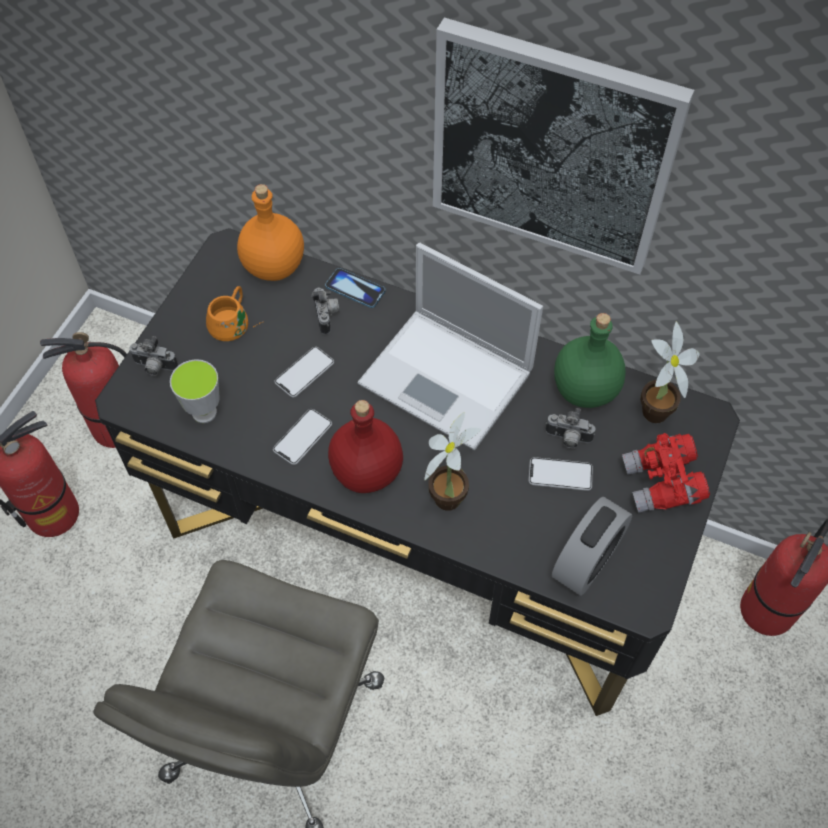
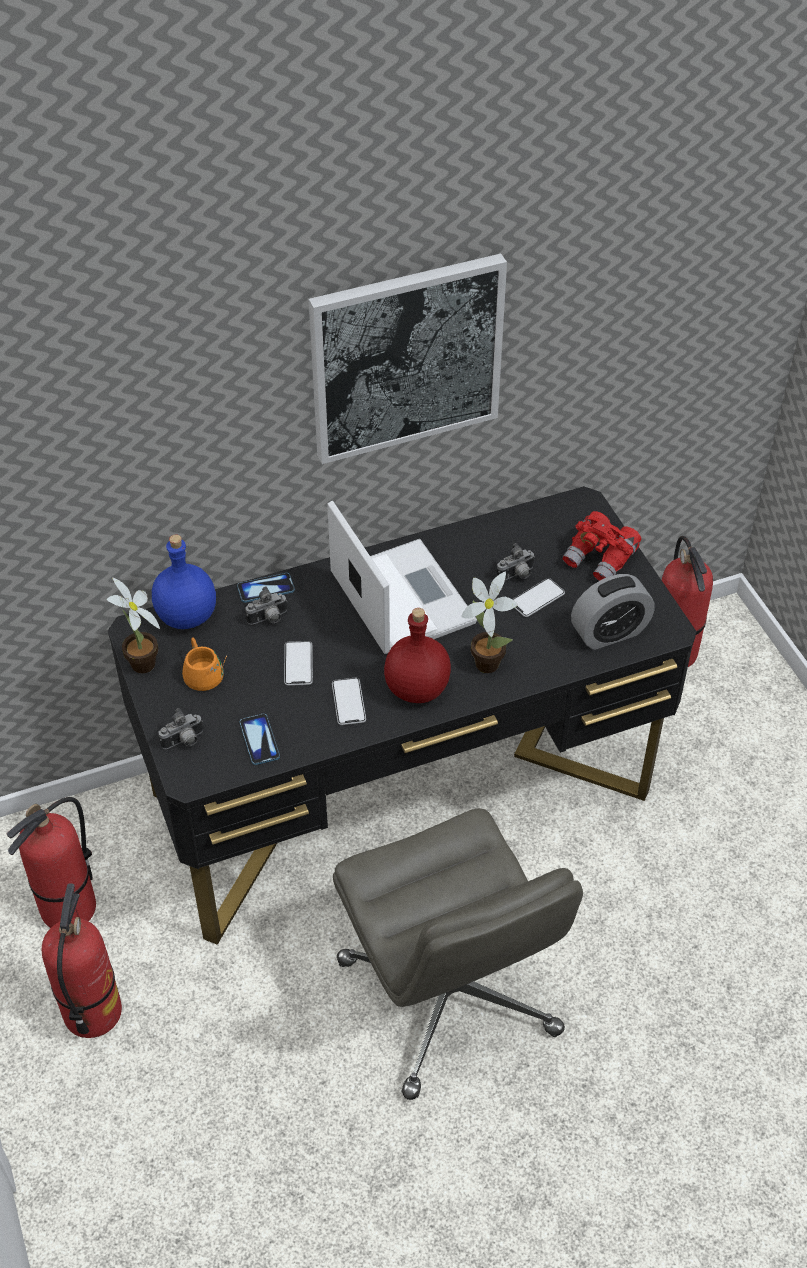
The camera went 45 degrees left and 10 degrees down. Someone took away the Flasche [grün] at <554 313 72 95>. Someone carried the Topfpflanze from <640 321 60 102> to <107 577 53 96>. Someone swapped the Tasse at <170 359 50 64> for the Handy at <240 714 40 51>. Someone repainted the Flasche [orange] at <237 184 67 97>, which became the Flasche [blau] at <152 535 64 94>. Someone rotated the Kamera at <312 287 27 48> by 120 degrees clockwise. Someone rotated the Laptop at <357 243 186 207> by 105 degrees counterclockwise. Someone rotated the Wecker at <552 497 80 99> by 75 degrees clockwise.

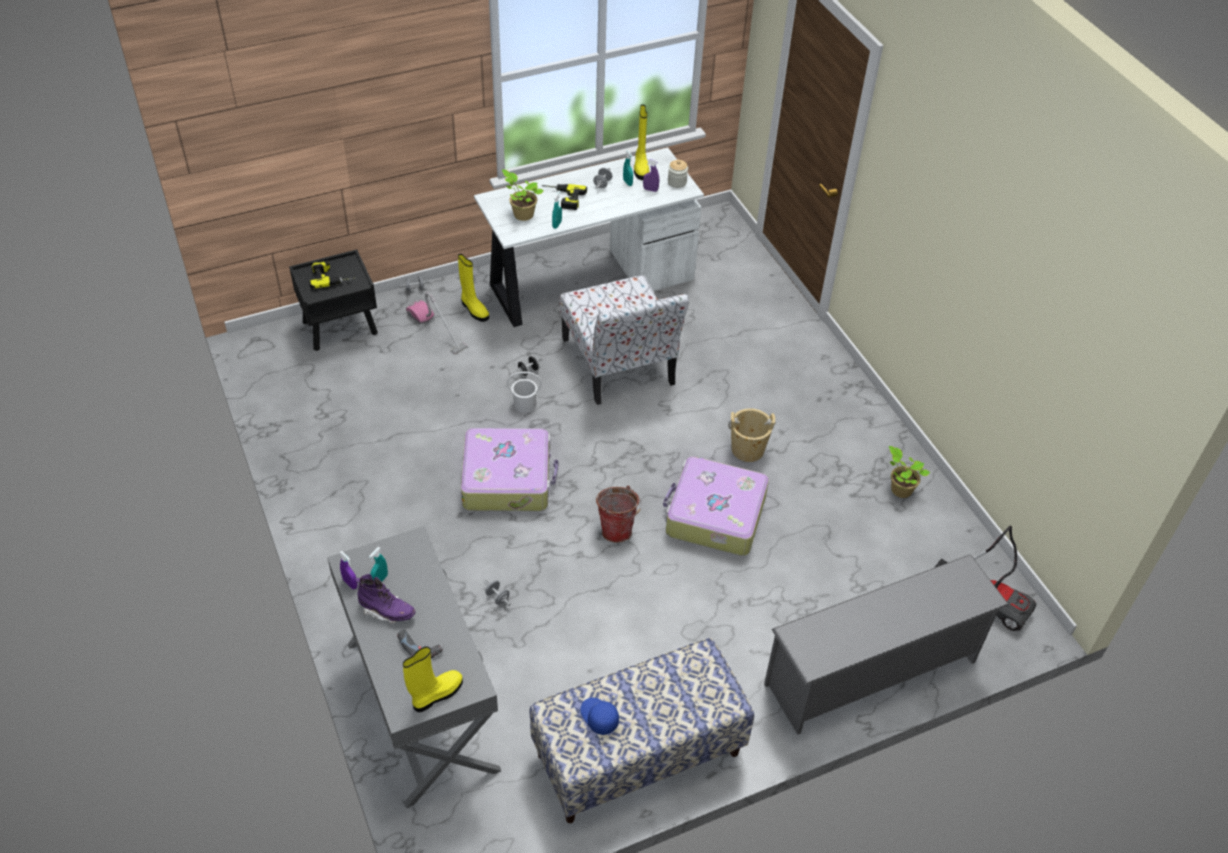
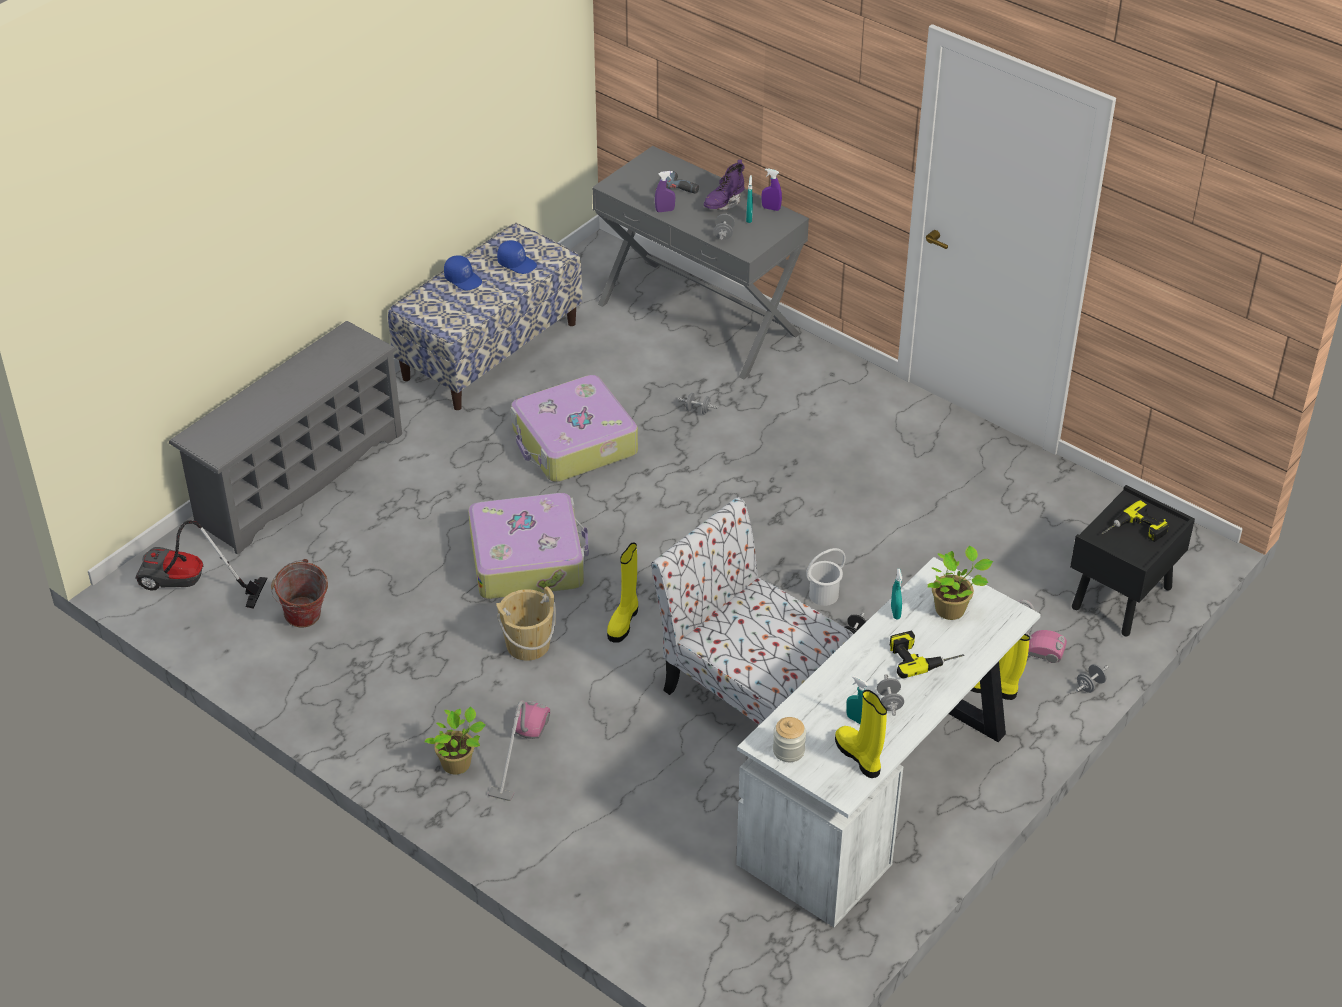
The camera went 155 degrees right and 5 degrees down. Someone put down the Kappe [blau] at <444 255 38 36>. Someone put down the Staubsauger at <488 700 62 101>. Someone put down the Hantel [grau] at <714 213 21 27>. Someone carried the Stiefel [gelb] from <403 646 60 66> to <607 542 31 101>. Someone carried the Koffer from <461 428 97 83> to <511 375 127 107>. Someone carried the Eimer from <596 485 46 58> to <271 559 57 68>. Someone carried the Sprühflasche [lila] from <643 158 16 34> to <655 171 20 41>. Someone carried the Topfpflanze from <889 446 41 52> to <424 706 62 69>. Someone rotated the Stiefel [lila] at <355 574 61 50> by 45 degrees counterclockwise.

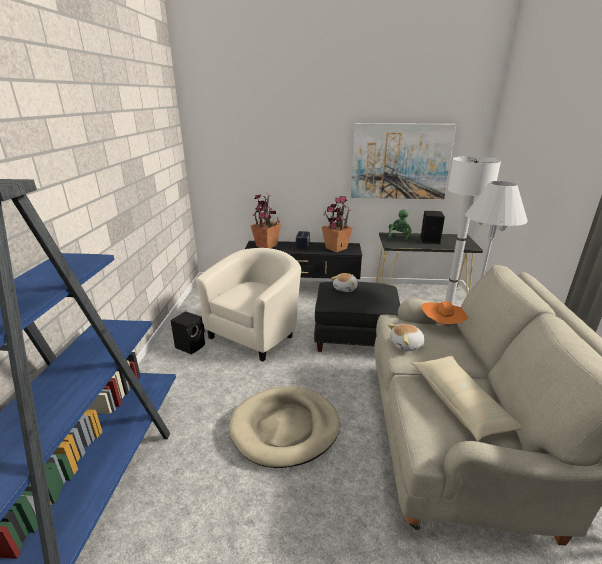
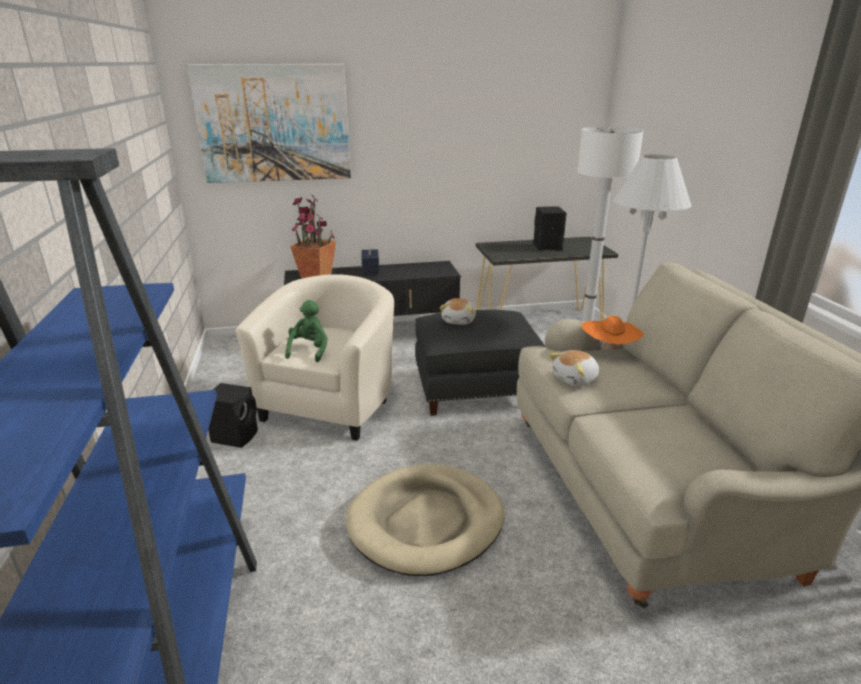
The camera went 15 degrees left and 0 degrees up. Someone took away the Topfpflanze at <322 196 31 56>. Someone took away the Kissen [beige] at <411 356 110 85>. Someone carried the Bild from <351 123 105 76> to <187 64 164 119>. Someone carried the Plüschtier [grün] from <388 209 24 33> to <285 300 43 62>.

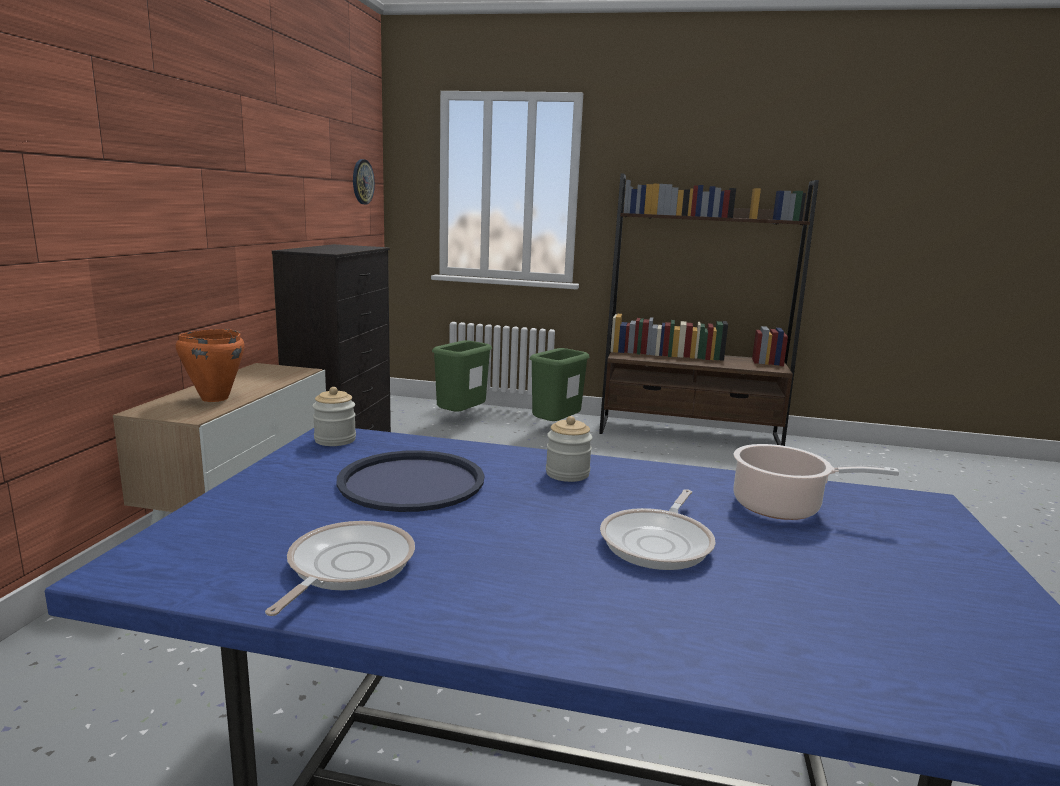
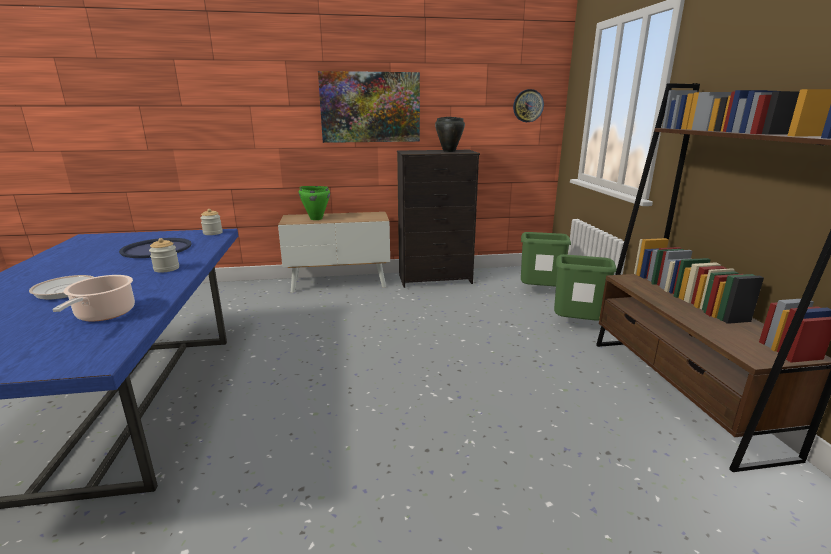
The camera went 70 degrees right and 5 degrees up. Someone took away the Pfanne at <265 521 150 95>. Someone put up the Bild at <318 71 102 72>. Someone put down the Kochtopf [schwarz] at <435 117 30 35>. Someone repainted the Kochtopf [orange] at <176 329 68 73>, which became the Kochtopf [grün] at <299 186 31 34>.

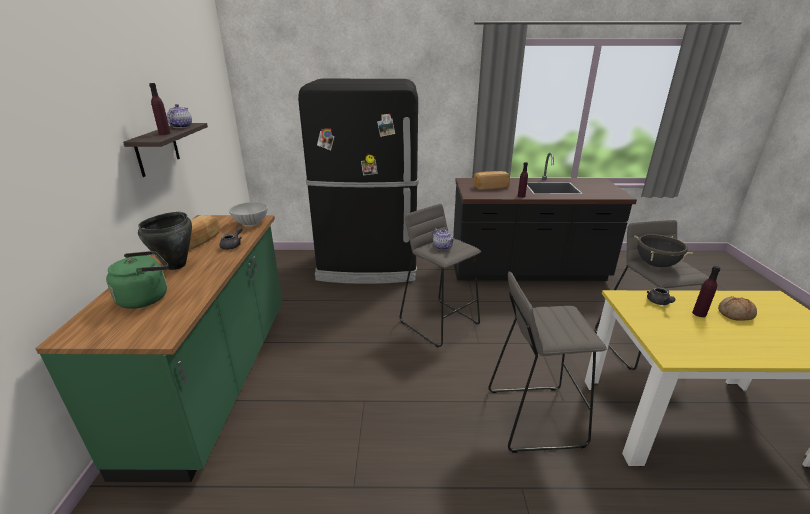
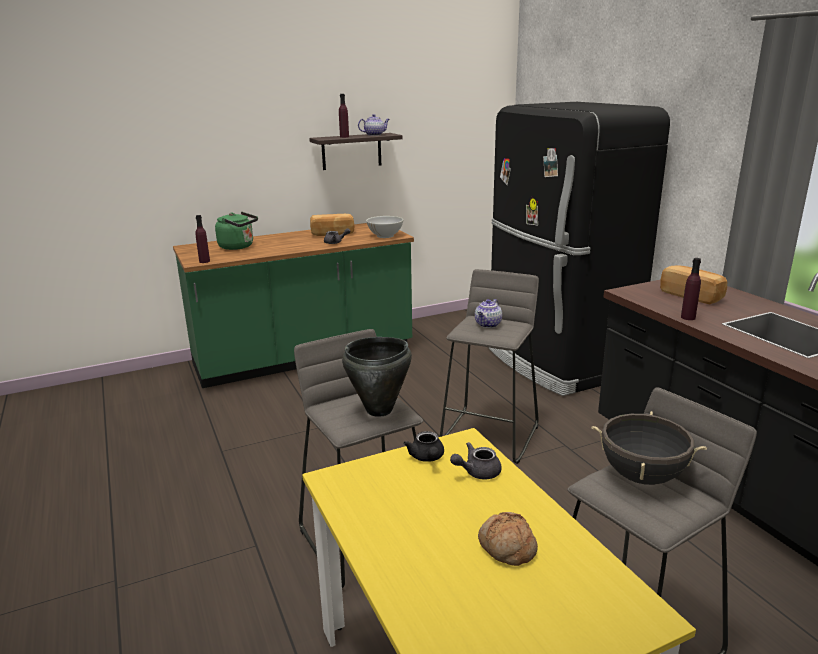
The camera went 65 degrees right and 5 degrees down. Someone put down the Teekanne [schwarz] at <403 431 41 31>. Someone carried the Kochtopf [schwarz] from <138 212 54 58> to <342 337 70 80>. Someone carried the Flasche [lila] from <692 266 29 51> to <196 215 14 48>.

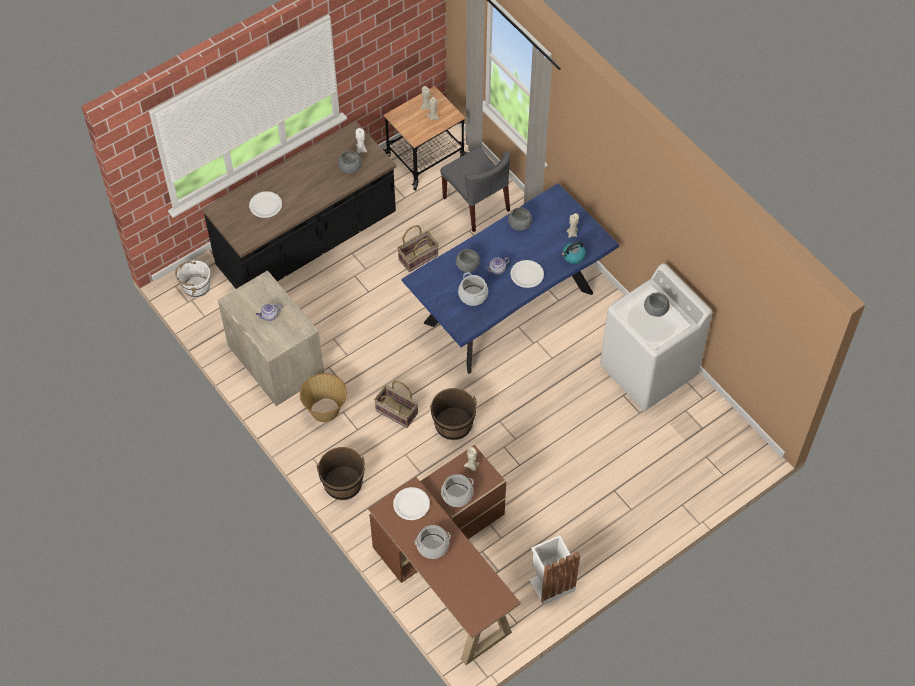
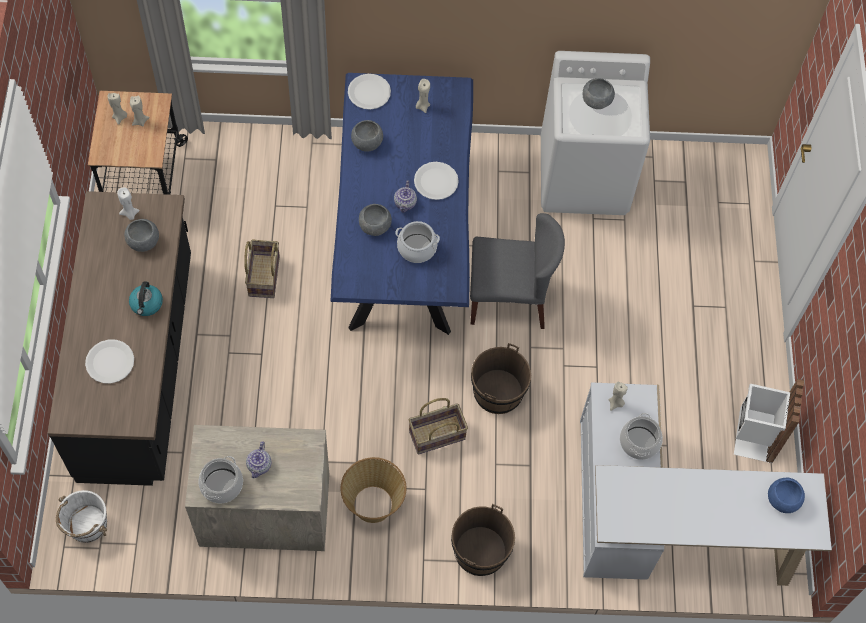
The camera went 55 degrees left and 5 degrees up. Someone put down the Schüssel [blau] at <768 478 37 35>. Someone carried the Teller [weiß] from <393 487 37 33> to <348 74 43 36>. Someone carried the Kochtopf from <415 525 36 34> to <199 456 44 47>. Someone carried the Stuhl [grau] from <440 147 70 85> to <470 213 95 116>. Someone carried the Wasserkessel from <561 241 25 23> to <129 281 34 35>. Someone repainted the Schreibtisch [braun] at <368 445 153 220>, which became the Schreibtisch [weiß] at <580 382 252 204>.

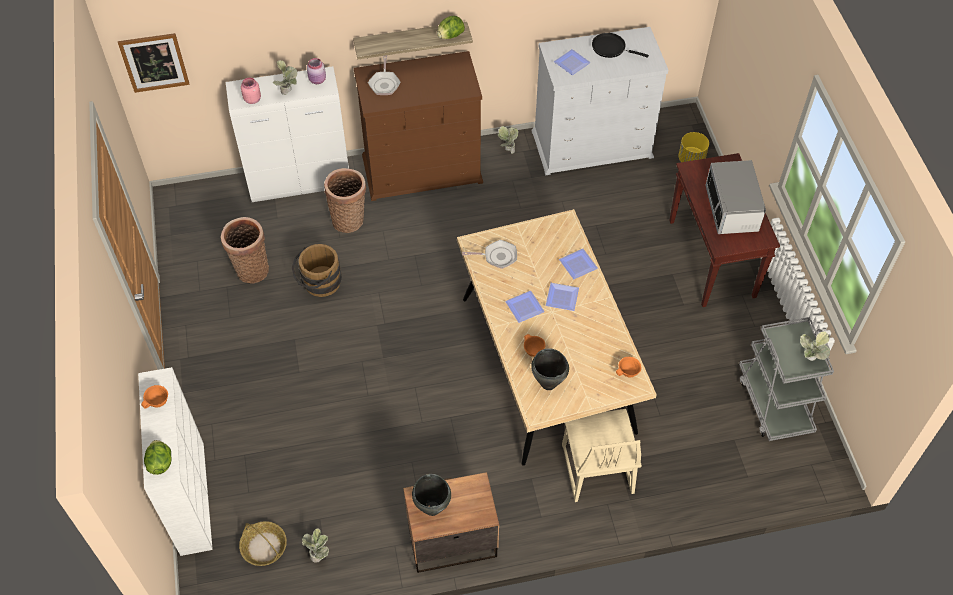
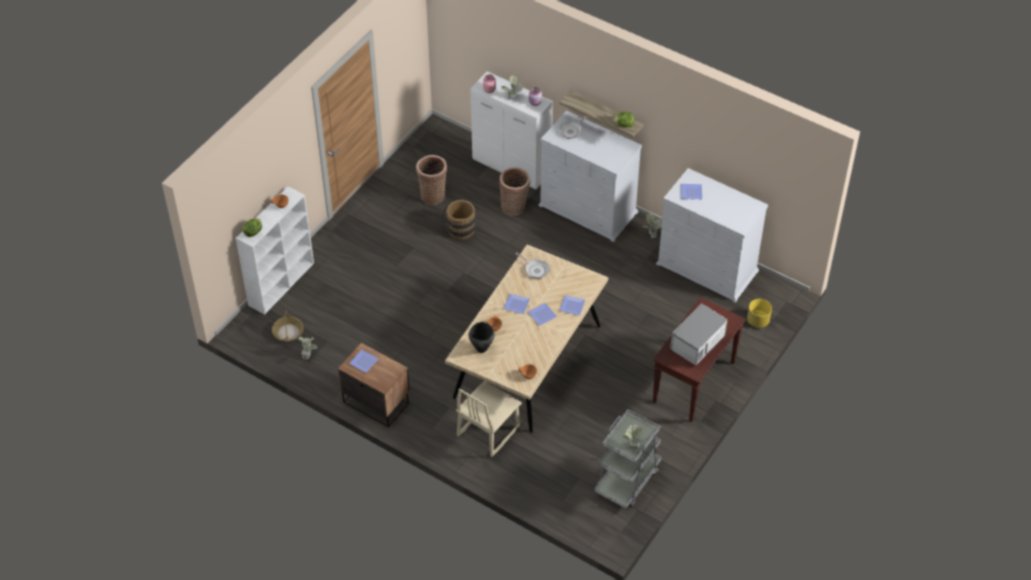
The camera went 45 degrees right and 5 degrees down. Someone took away the Bild at <118 33 72 60>. Someone took away the Pfanne [schwarz] at <592 33 57 25>. Someone swapped the Kochtopf [schwarz] at <412 474 39 42> for the Teller at <349 349 30 24>. Someone repainted the Kommode [braun] at <354 51 129 150>, which became the Kommode [weiß] at <538 110 104 132>.

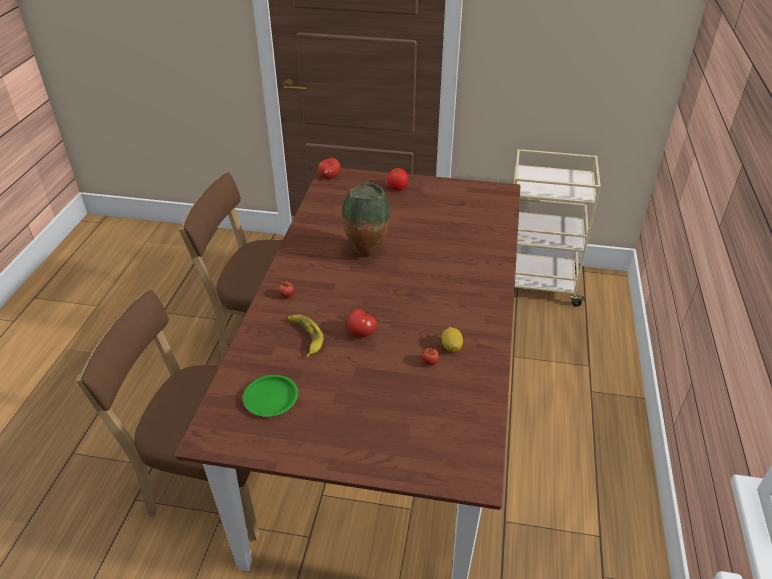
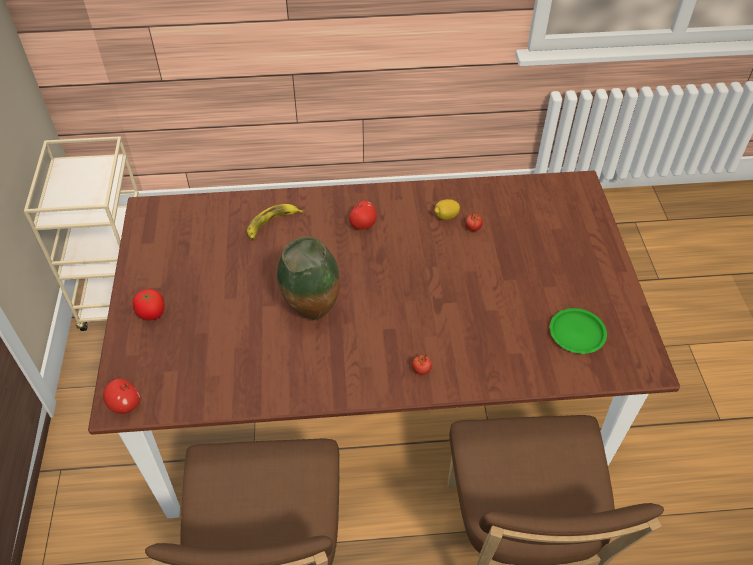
The camera went 105 degrees left and 10 degrees up. Someone carried the Banane from <288 315 36 42> to <247 204 56 35>. Someone carried the Apfel from <347 309 30 28> to <349 200 28 30>.

